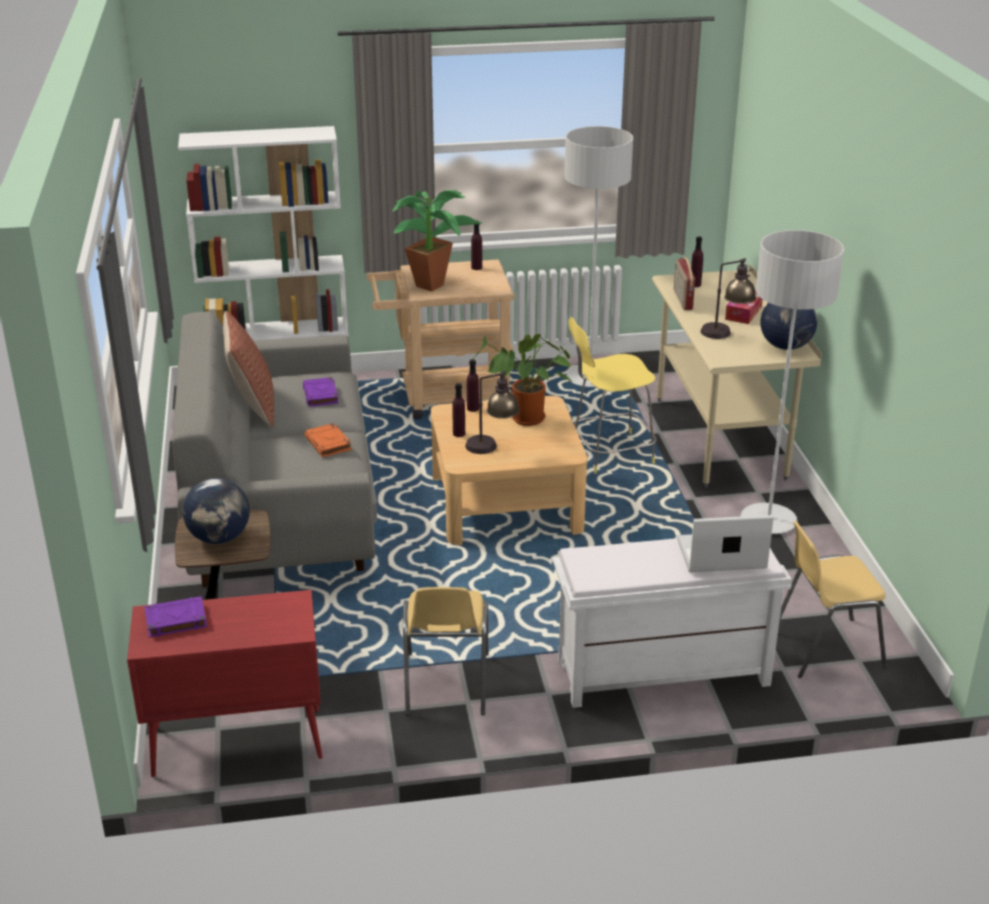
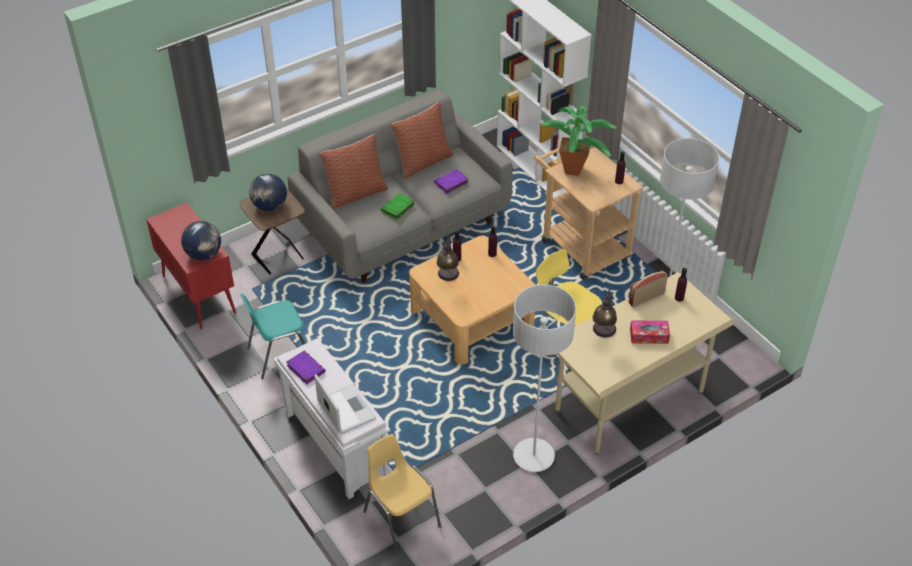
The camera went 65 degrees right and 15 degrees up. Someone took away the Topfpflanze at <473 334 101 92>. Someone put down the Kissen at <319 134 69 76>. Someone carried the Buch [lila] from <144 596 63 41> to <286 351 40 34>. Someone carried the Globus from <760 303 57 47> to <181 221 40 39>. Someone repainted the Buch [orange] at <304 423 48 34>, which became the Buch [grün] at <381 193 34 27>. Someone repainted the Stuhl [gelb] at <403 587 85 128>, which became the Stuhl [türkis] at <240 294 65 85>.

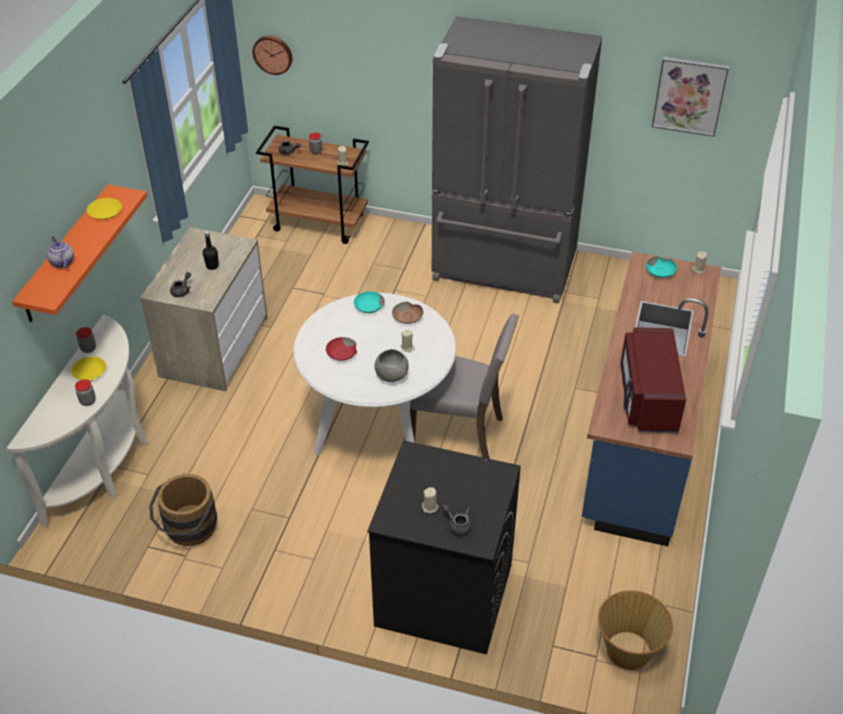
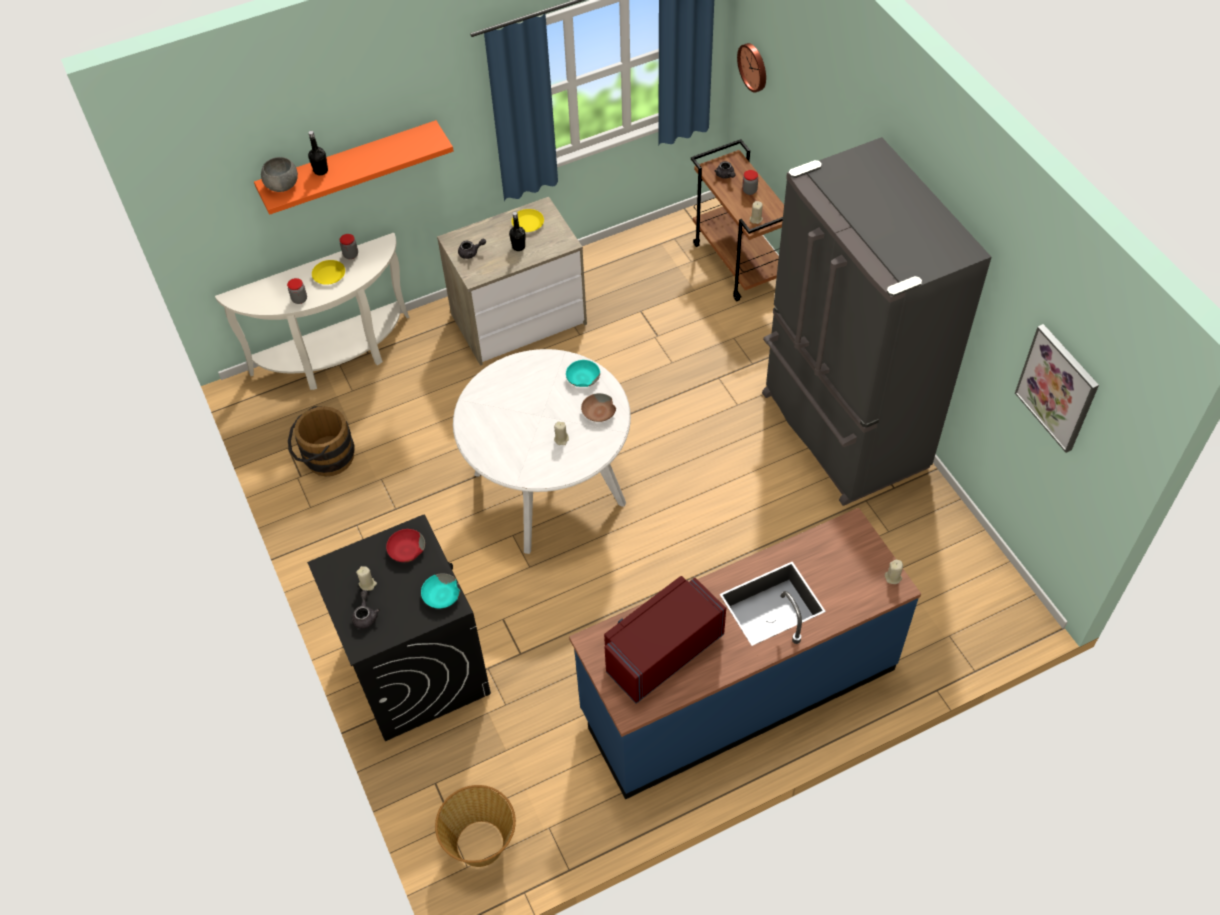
The camera went 50 degrees right and 10 degrees up. Someone took away the Stuhl [grau] at <410 314 109 145>. Someone carried the Teller [gelb] from <87 198 35 22> to <512 209 32 23>. Someone carried the Schüssel [rot] from <326 337 31 24> to <386 529 39 33>. Someone carried the Schüssel [grau] from <375 349 34 33> to <261 157 37 35>. Someone carried the Schüssel [türkis] from <646 257 31 21> to <421 573 39 35>. Someone swapped the Teekanne at <47 236 27 32> for the Flasche [schwarz] at <308 131 20 45>.

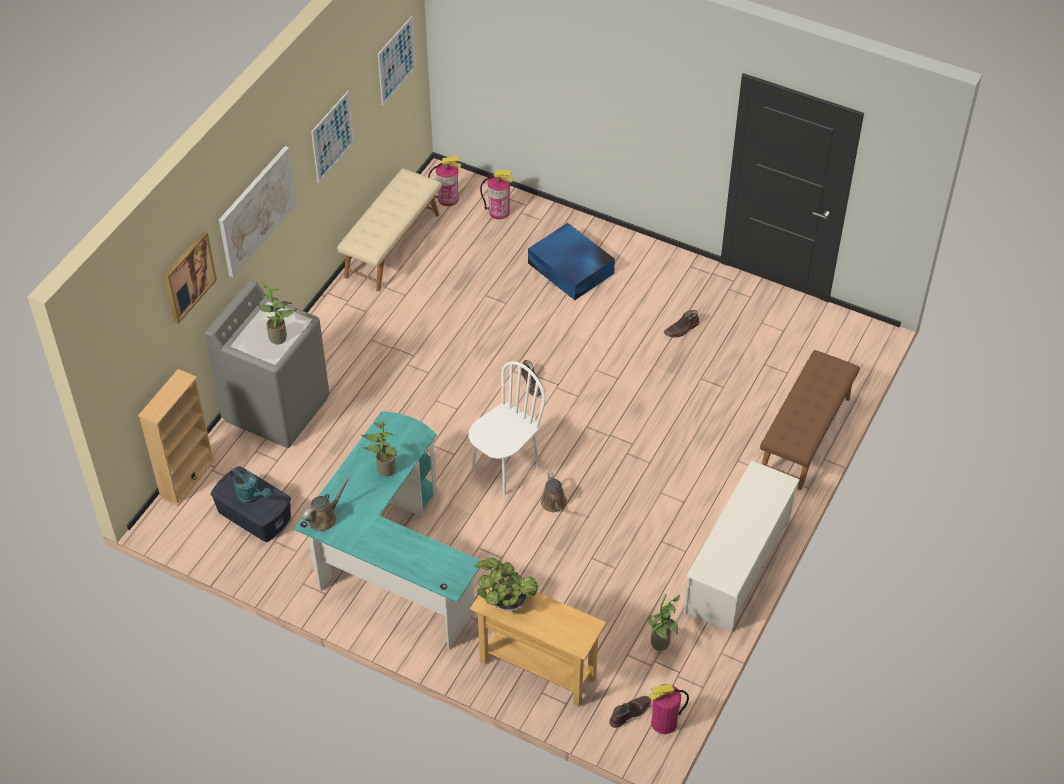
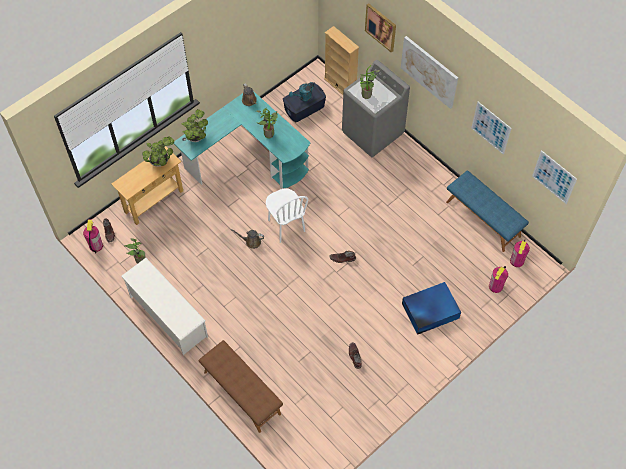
The camera went 110 degrees right and 10 degrees up. Someone put down the Topfpflanze at <182 109 26 33>. Someone repainted the Bank [beige] at <337 168 104 123>, which became the Bank [blau] at <446 171 83 81>.

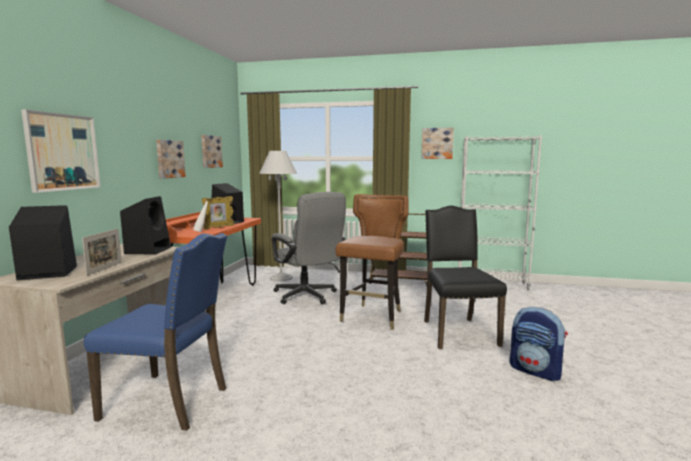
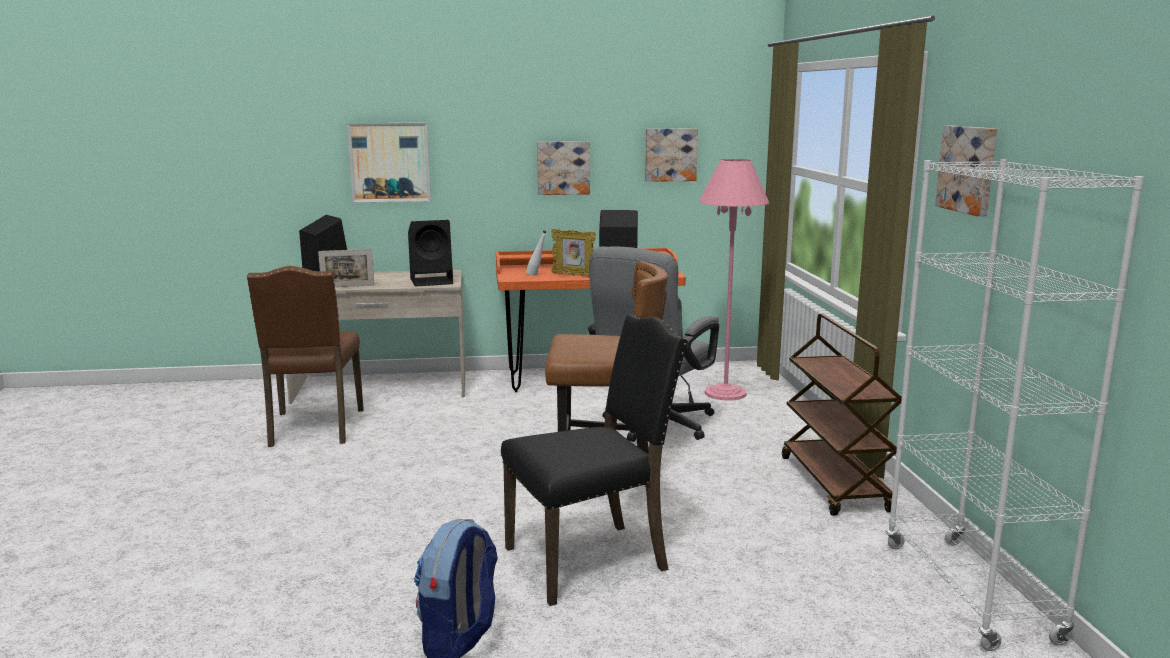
The camera went 70 degrees right and 5 degrees up. Someone repainted the Stuhl [blau] at <84 233 143 198>, which became the Stuhl [braun] at <247 266 117 181>. Someone repainted the Stehlampe [weiß] at <259 151 38 130>, which became the Stehlampe [rosa] at <699 159 70 242>.

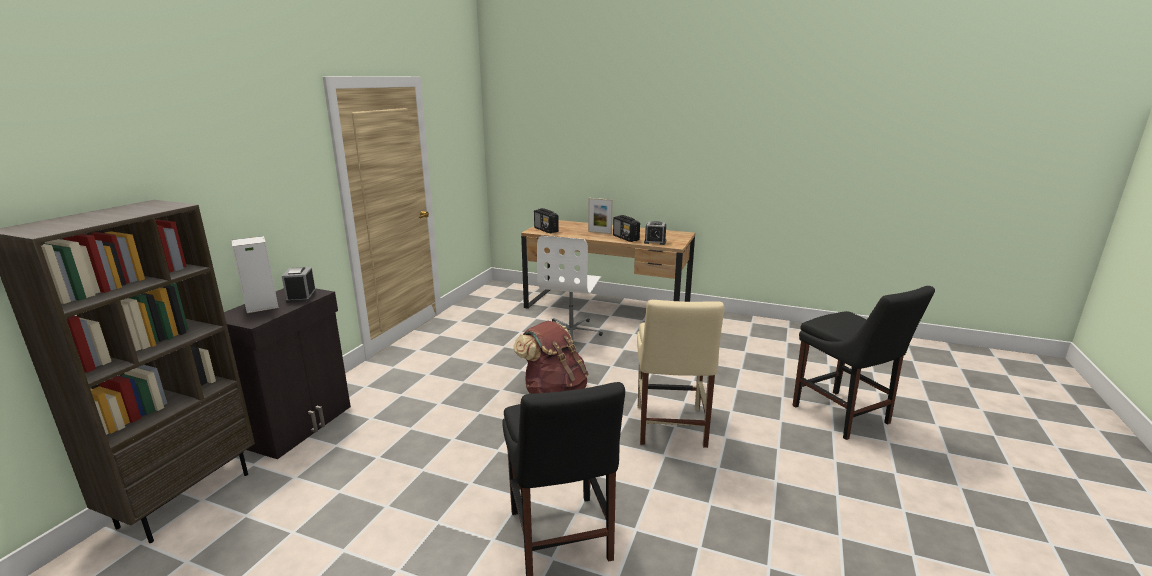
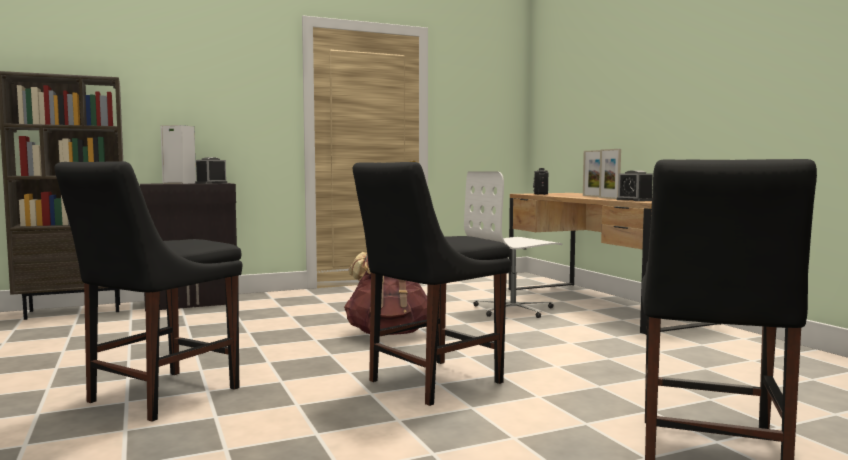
The camera went 45 degrees right and 15 degrees down. Someone swapped the Radio at <613 215 27 27> for the Bilderrahmen at <599 149 22 50>. Someone repainted the Stuhl [beige] at <637 300 87 148>, which became the Stuhl [schwarz] at <353 162 158 244>.

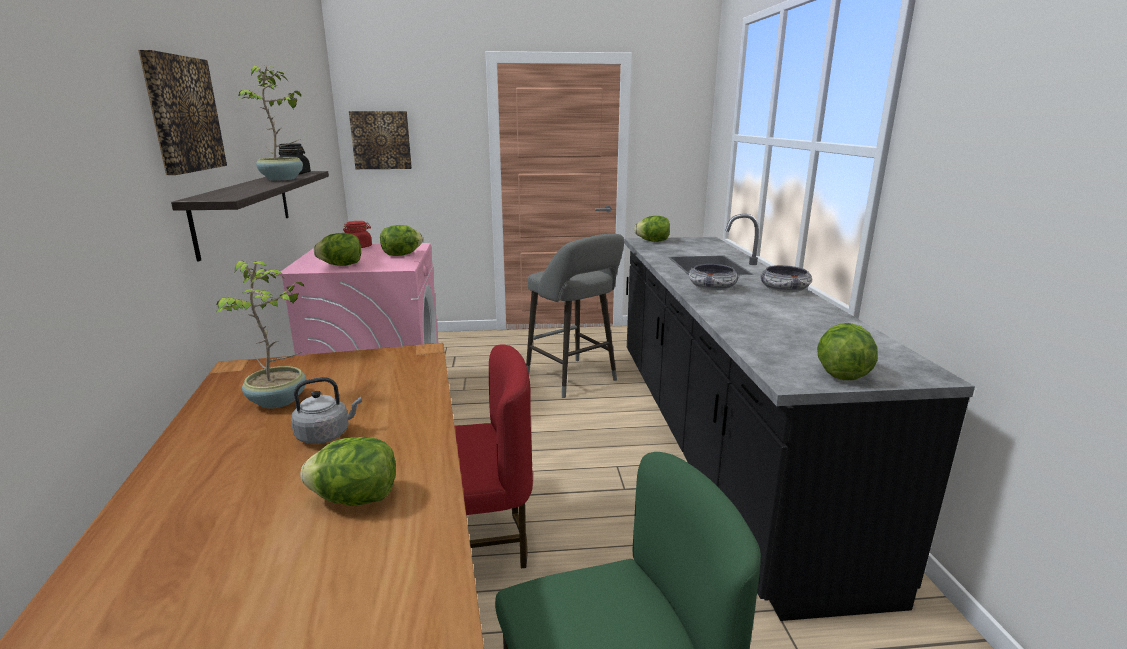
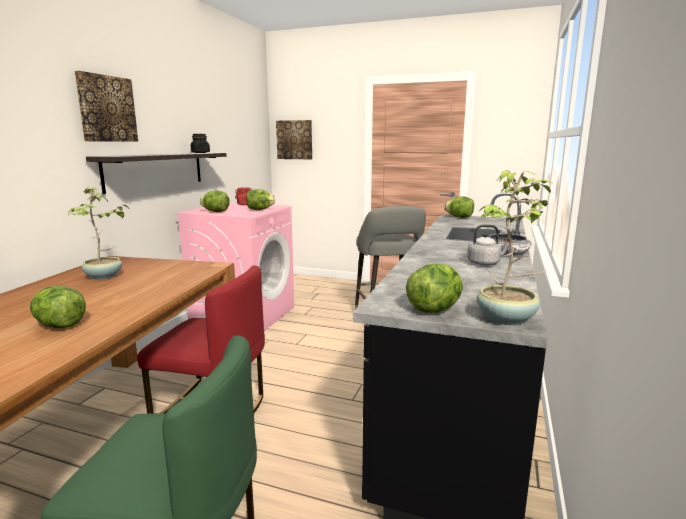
The camera went 25 degrees right and 5 degrees down. Someone took away the Schüssel at <688 264 52 26>. Someone carried the Topfpflanze from <238 65 65 115> to <477 170 77 155>. Someone carried the Wasserkessel [grau] from <291 377 71 67> to <467 224 43 42>.

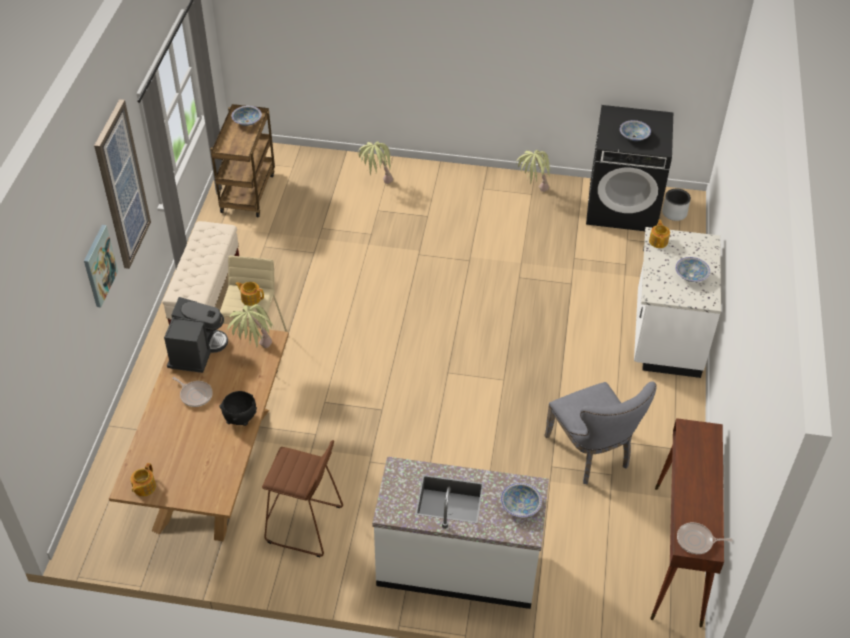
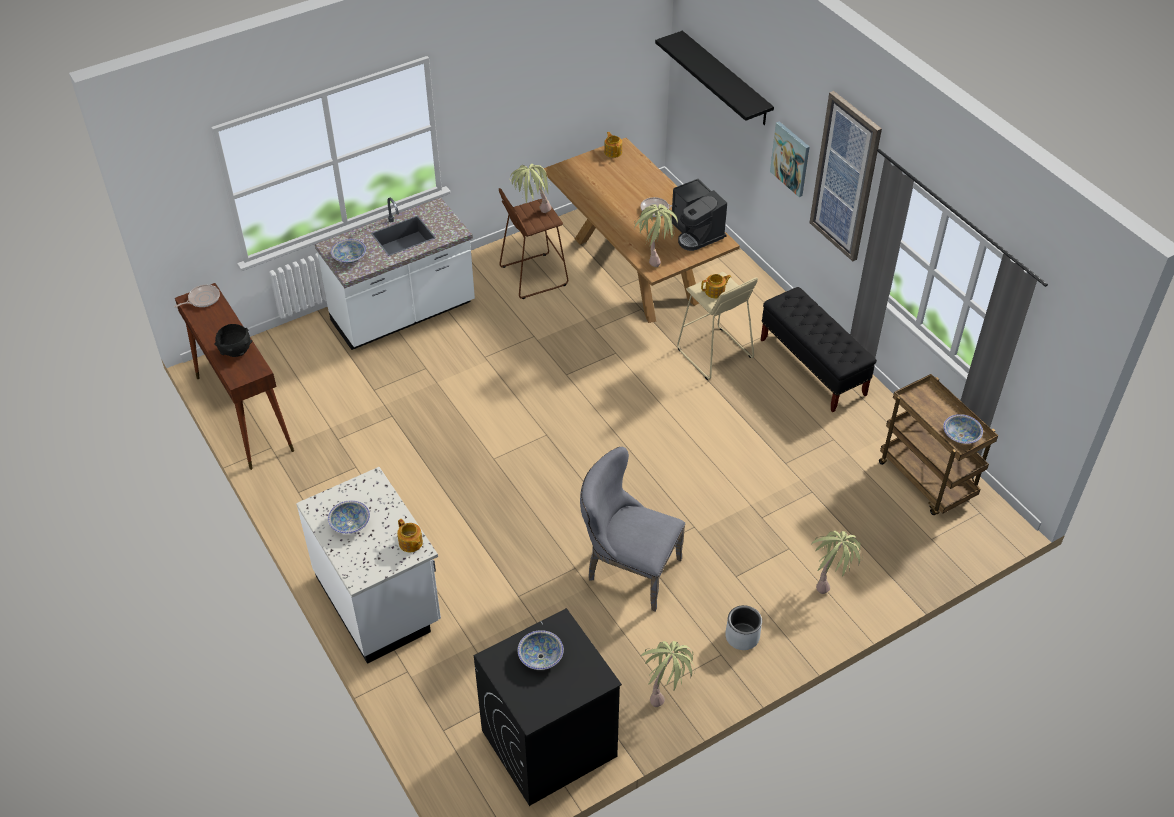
The camera went 140 degrees right and 0 degrees up. Someone put down the Topfpflanze at <510 164 41 49>. Someone put up the Wandregal [schwarz] at <655 31 119 94>. Someone carried the Schüssel [schwarz] from <220 391 37 35> to <214 324 38 33>. Someone carried the Stuhl [grau] from <544 381 112 103> to <580 447 105 165>. Someone carried the Pflanzkübel [grau] from <662 189 29 32> to <725 605 37 45>. Someone repainted the Bank [beige] at <162 221 77 103>, which became the Bank [schwarz] at <761 287 116 125>.

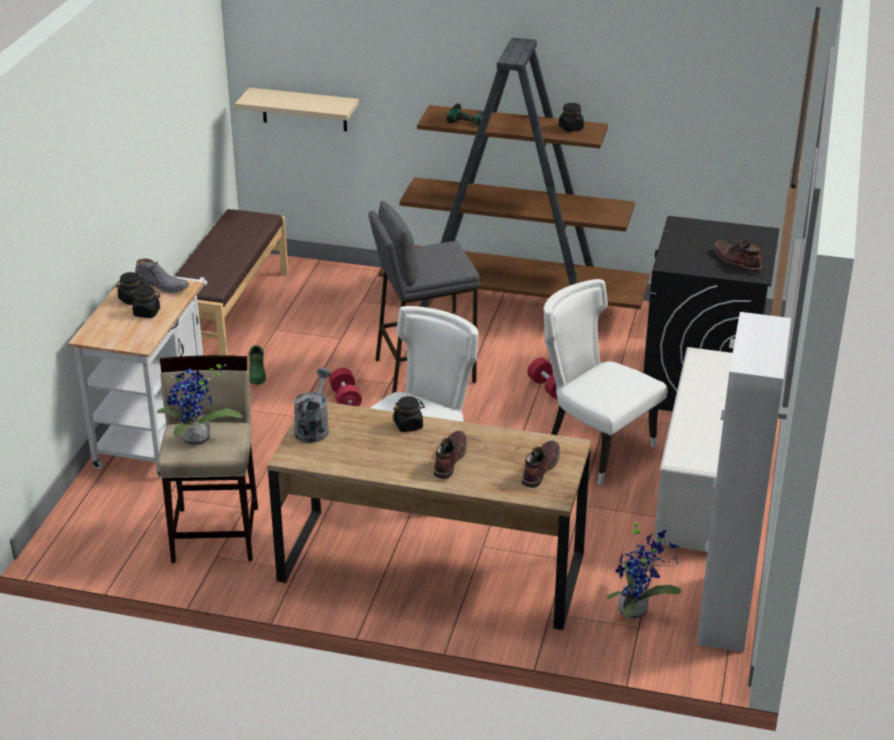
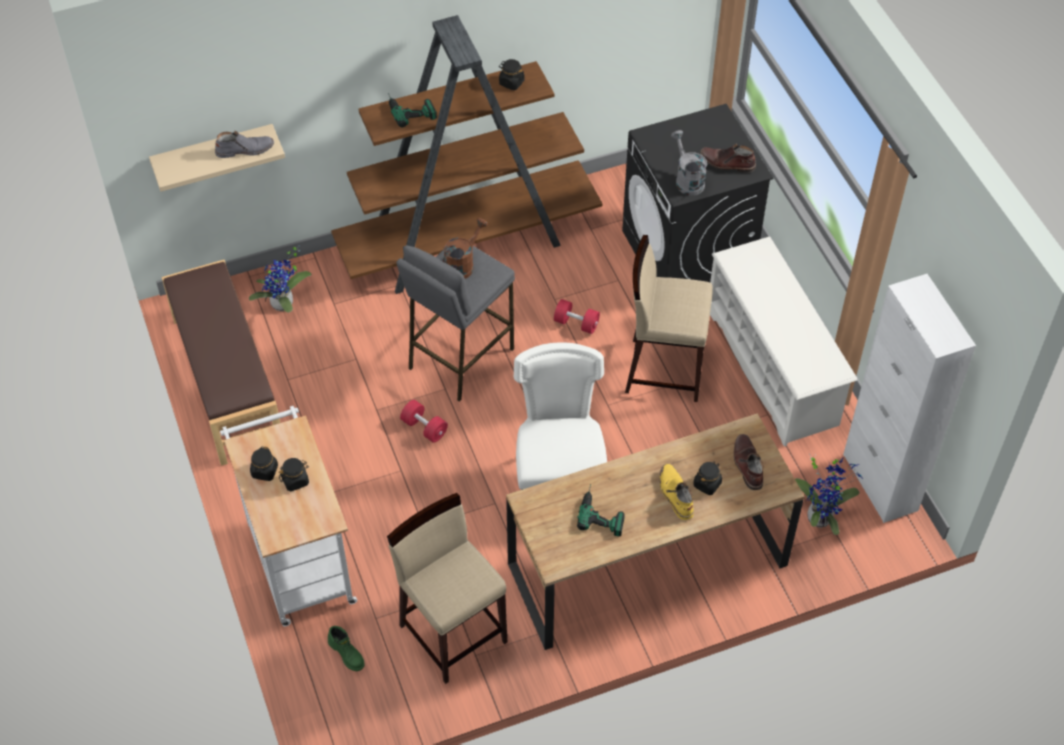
The camera went 35 degrees left and 20 degrees up. Someone put down the Gießkanne [braun] at <443 218 45 61>. Someone put down the Bohrmaschine at <577 484 48 52>. Someone carried the Stiefel [grau] from <135 259 54 34> to <215 131 59 27>. Someone carried the Topfpflanze from <156 364 86 82> to <249 245 63 68>. Someone carried the Stiefel [grün] from <249 345 17 40> to <328 626 37 45>. Someone carried the Gießkanne [grau] from <294 368 37 75> to <671 130 36 66>. Someone carried the Vorratsglas [schwarz] from <392 396 33 36> to <693 461 29 34>. Someone swapped the Stuhl [weiß] at <543 279 124 206> for the Hocker [beige] at <625 235 88 167>. Someone repainted the Stiefel [braun] at <434 431 33 48>, which became the Stiefel [gelb] at <660 464 34 56>.

